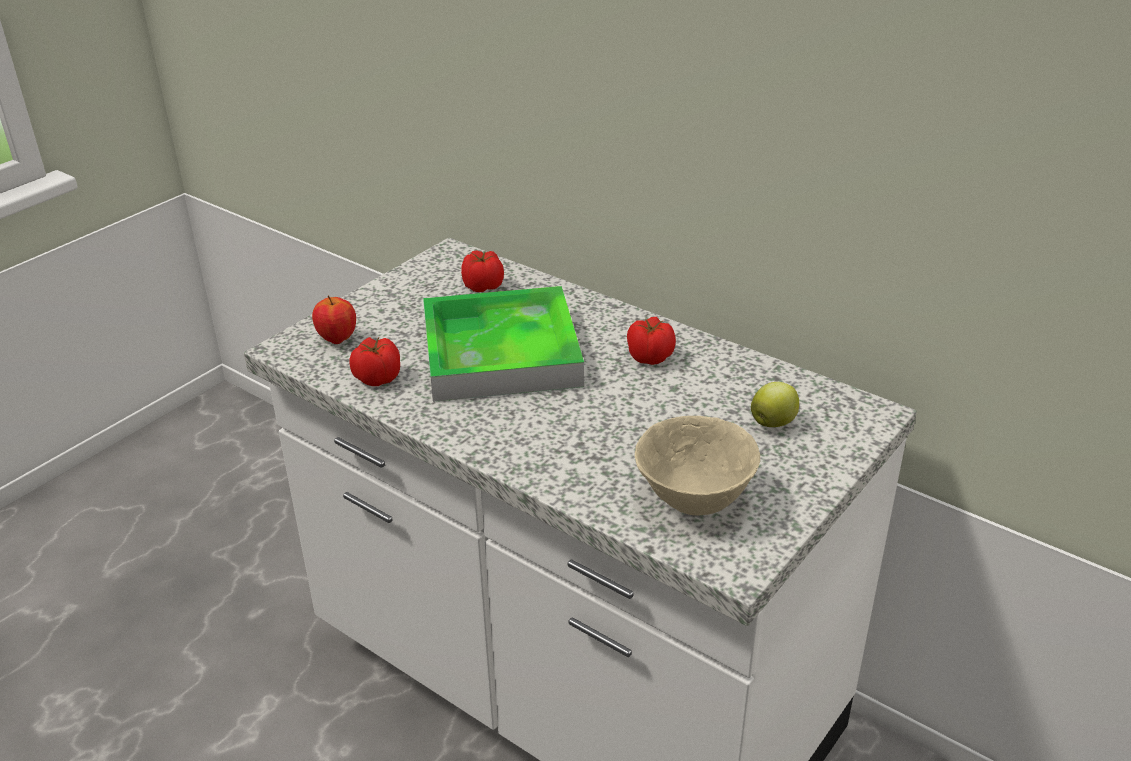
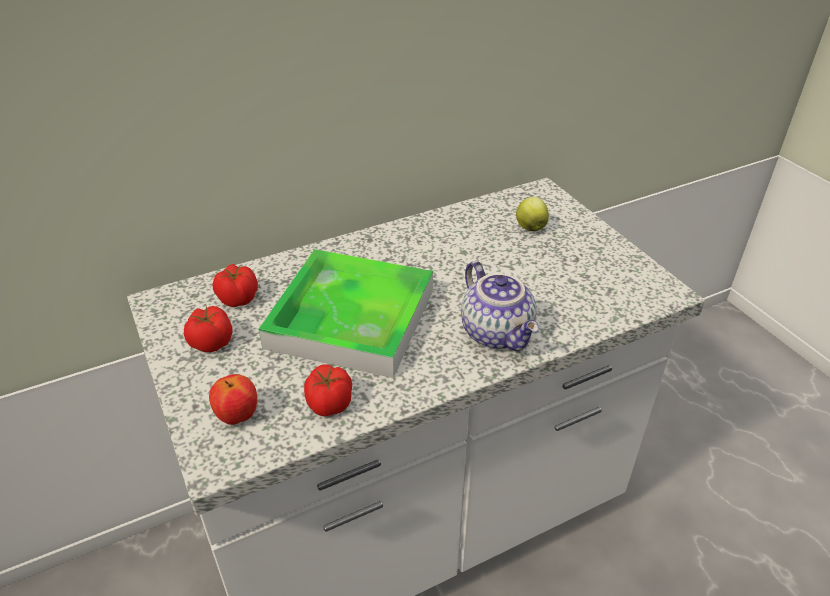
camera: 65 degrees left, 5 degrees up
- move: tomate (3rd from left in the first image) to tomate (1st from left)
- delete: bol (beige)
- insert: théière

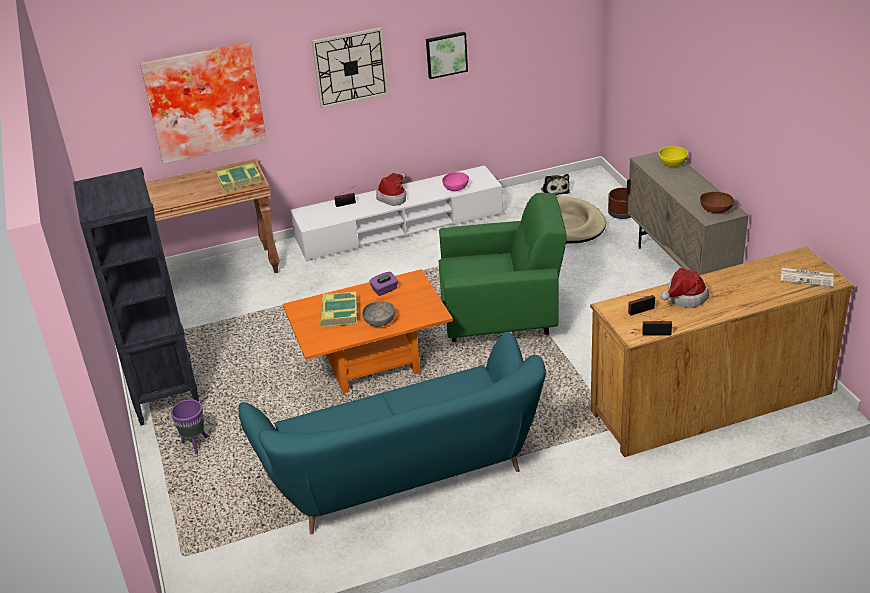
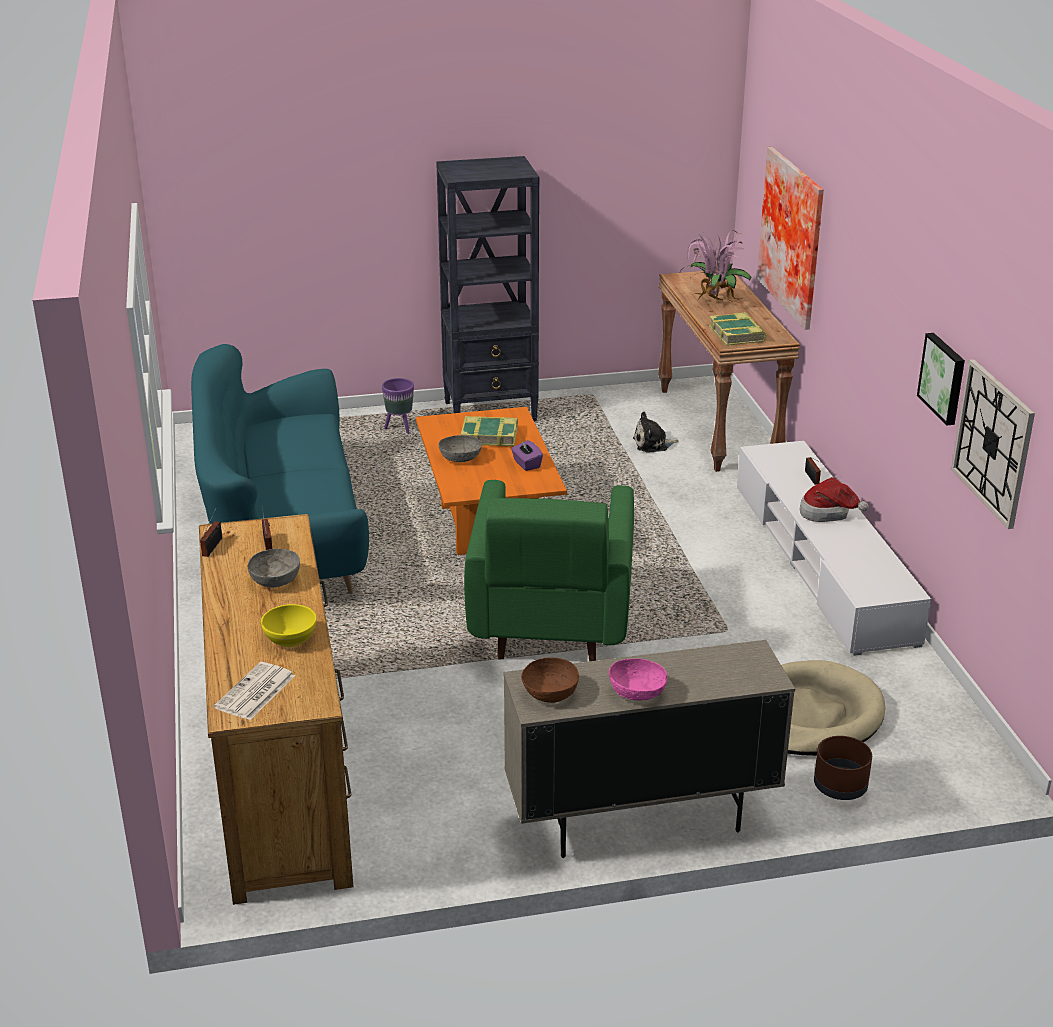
camera: 95 degrees right, 5 degrees down
- move: horloge murale
- move: bol (jaune)
- move: bol (rose)
- move: peluche
- replace: chapeau (2nd from left) to bol (gris) (1st from left)
- insert: plante en pot

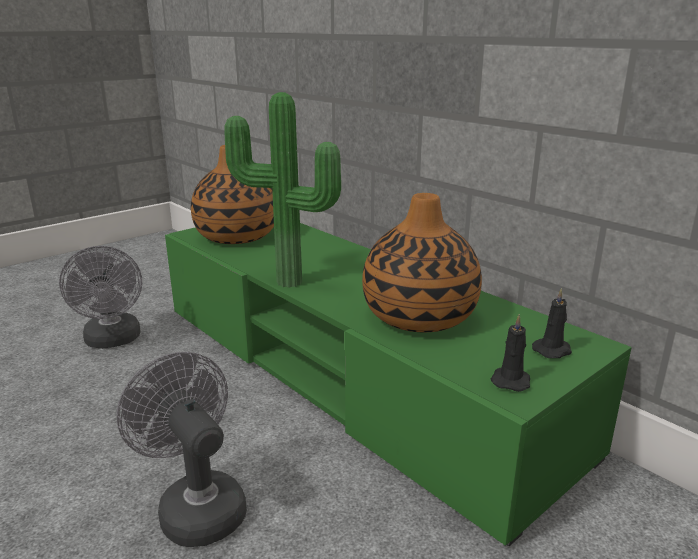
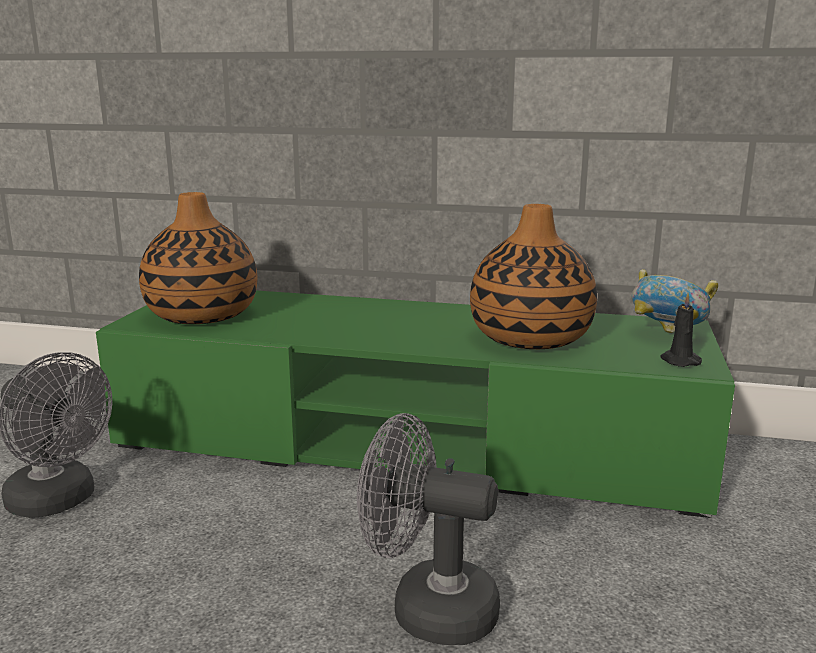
camera: 35 degrees left, 5 degrees down
- delete: plante en pot
- replace: bougie (noir) (2nd from left) to bol

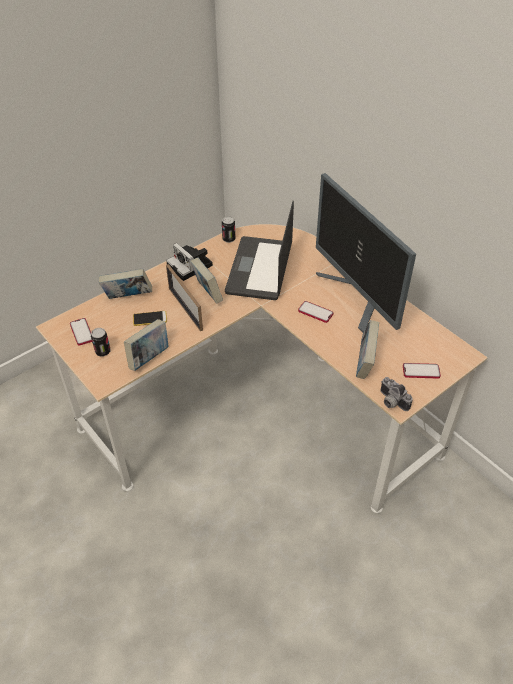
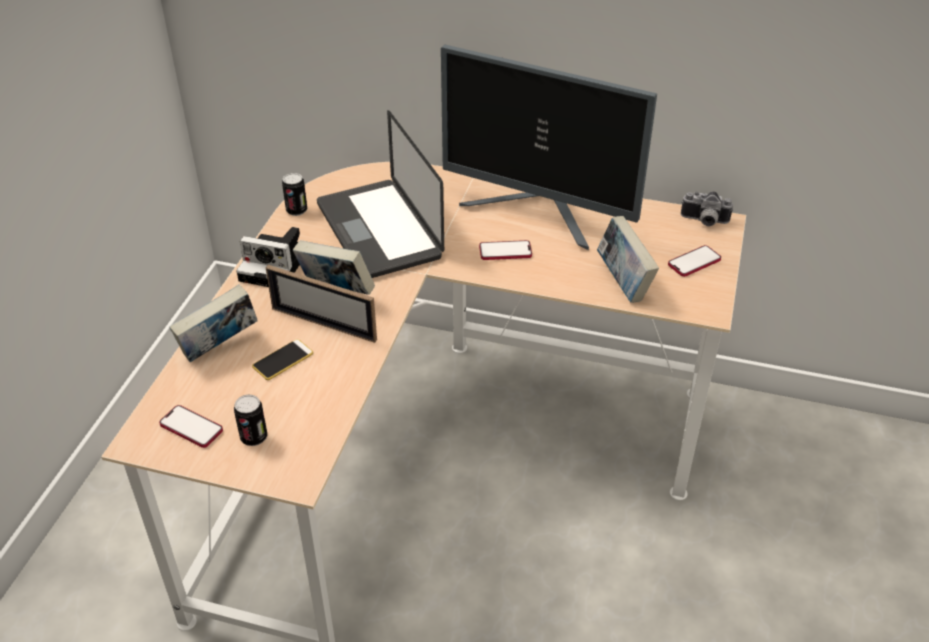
camera: 35 degrees left, 5 degrees down
- delete: livre (2nd from left)
- move: appareil photo (2nd from left)

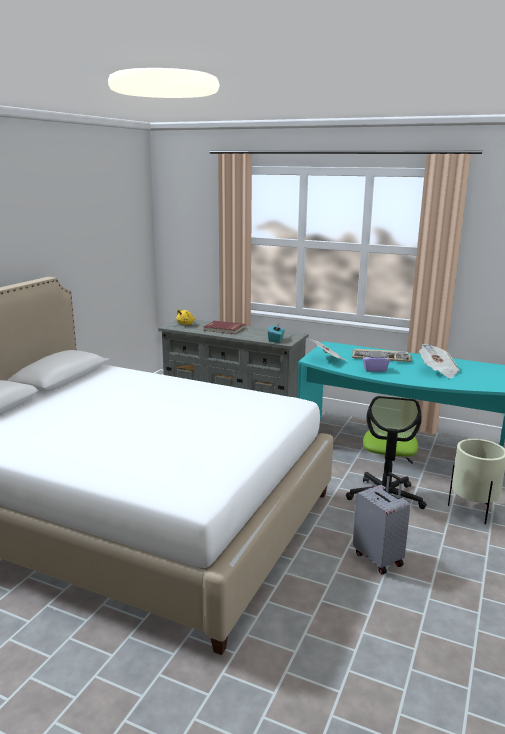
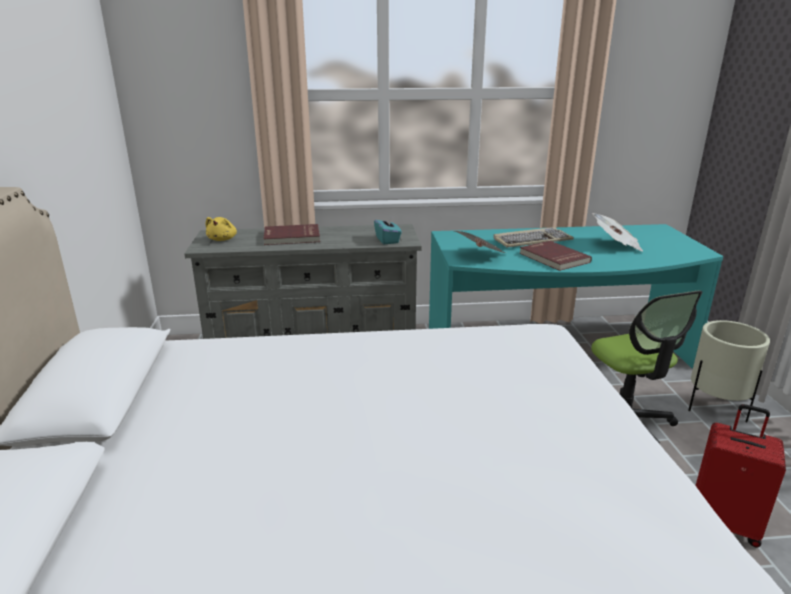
camera: 30 degrees left, 5 degrees up
- replace: boîte à mouchoirs (violet) to livre (rouge) (2nd from left)
- recolor: valise (gris) to valise (rouge)

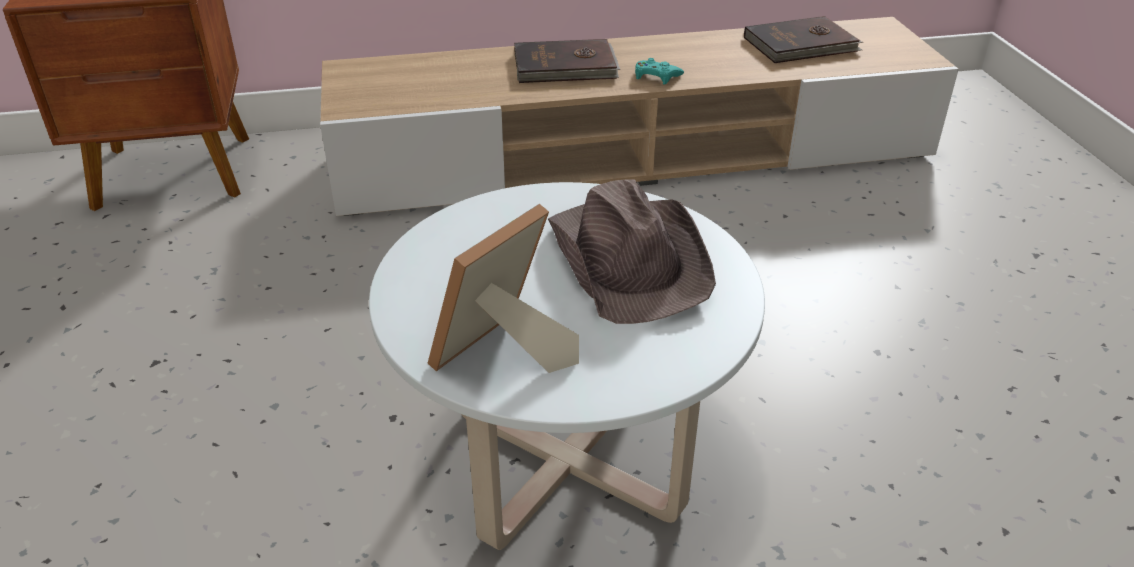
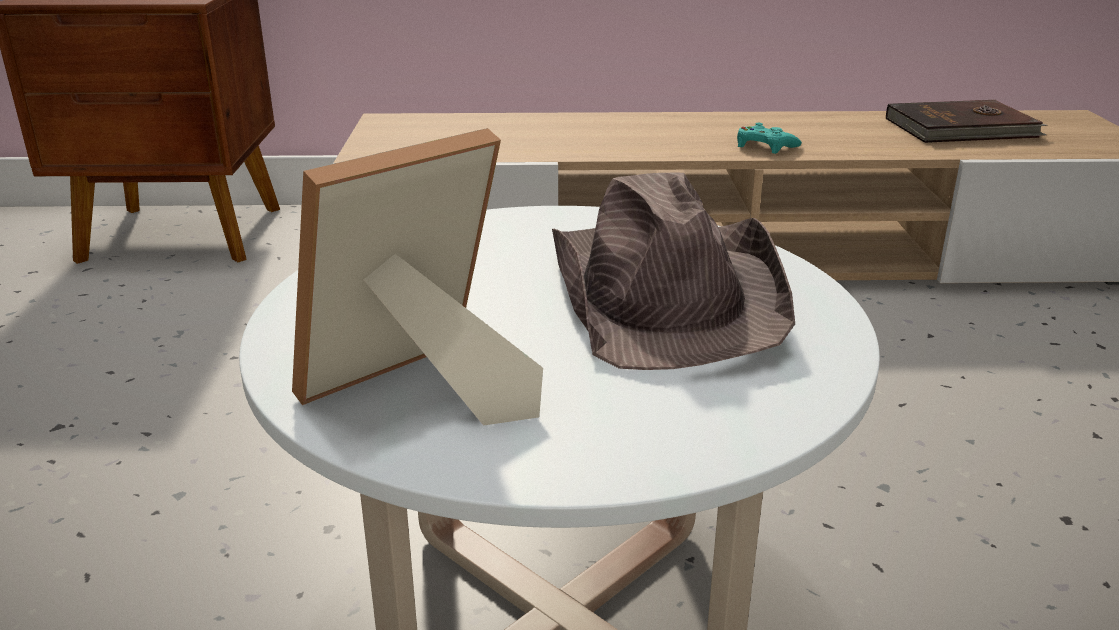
camera: 10 degrees right, 10 degrees down
- delete: livre (marron) (1st from left)

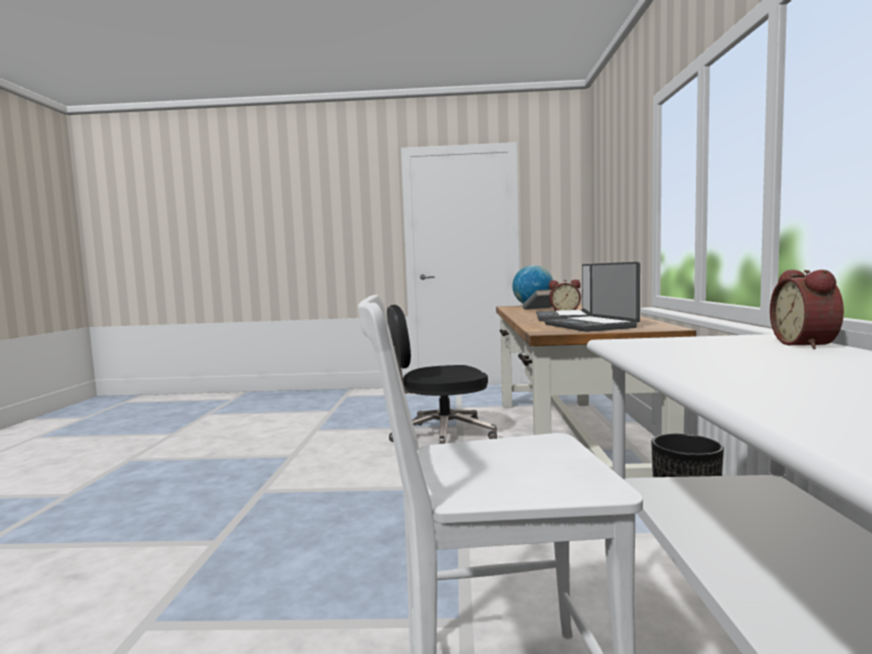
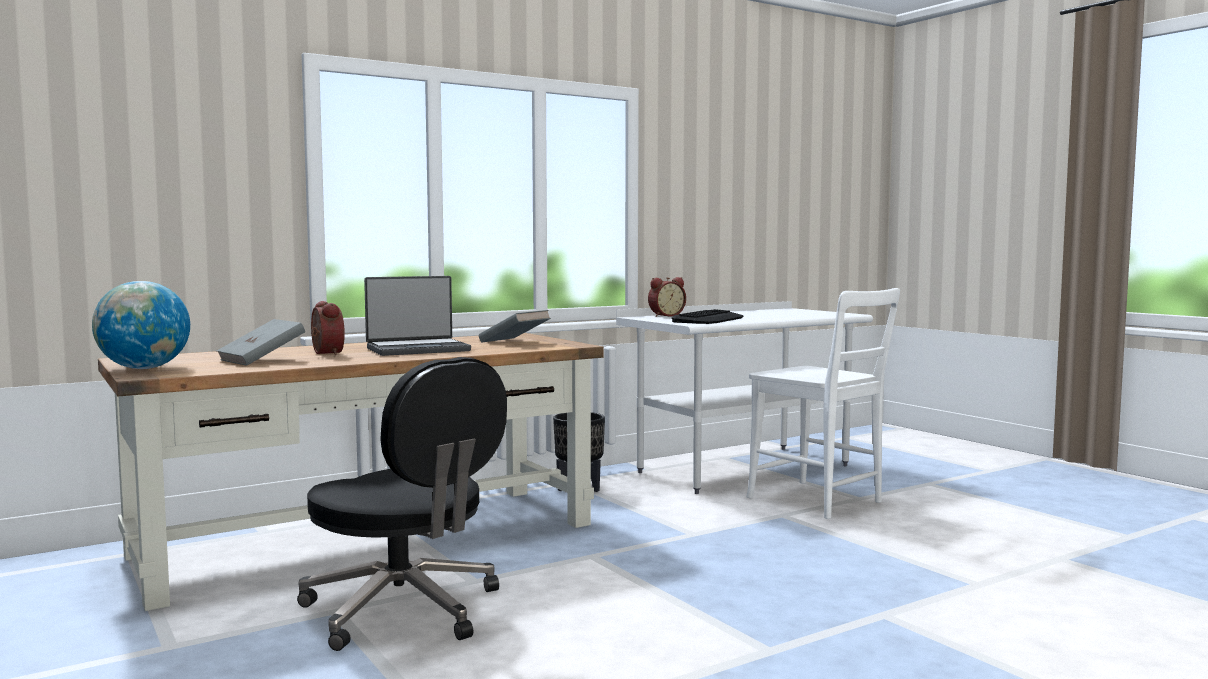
camera: 125 degrees left, 0 degrees up
- replace: ordinateur portable (2nd from left) to livre (gris) (2nd from left)
- insert: clavier

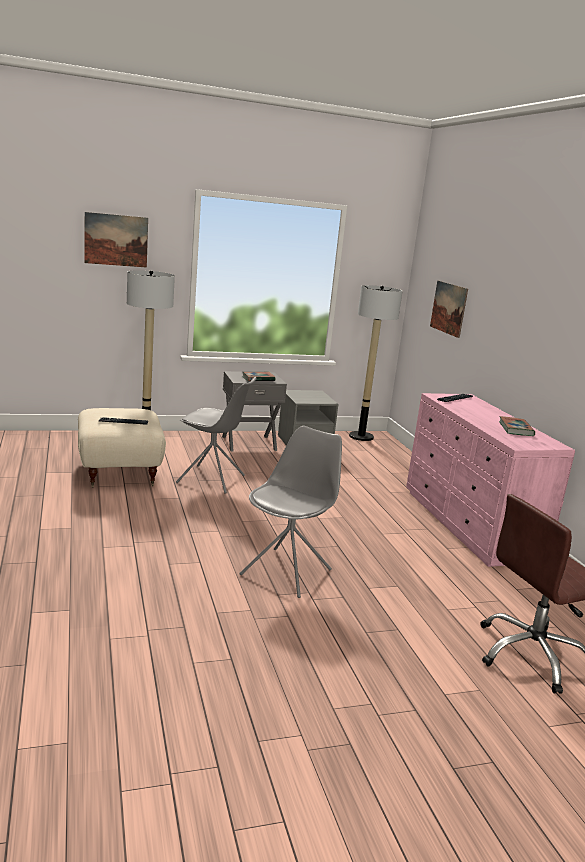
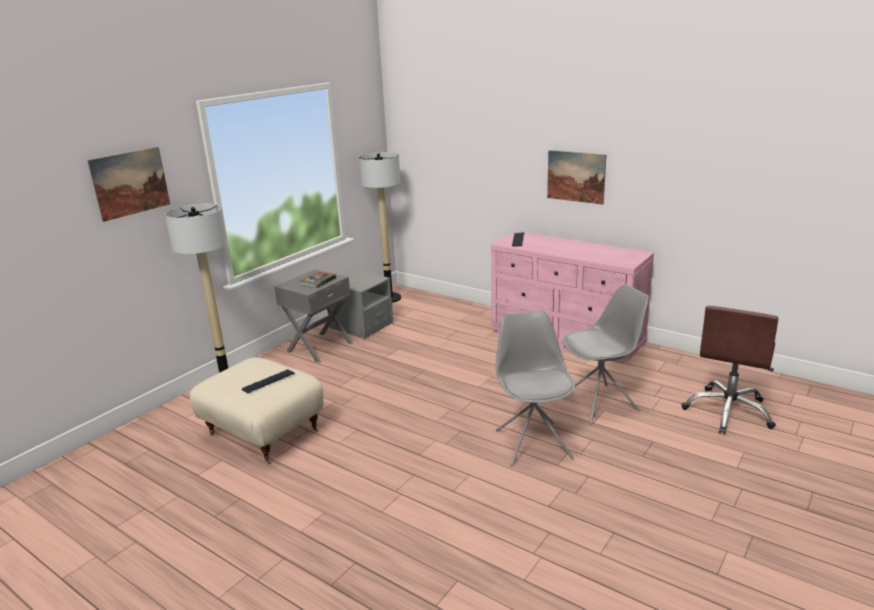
camera: 35 degrees left, 5 degrees up
- move: tableau (2nd from left)
- move: chaise (gris) (1st from left in the first image) to chaise (gris) (2nd from left)
- delete: livre (2nd from left)

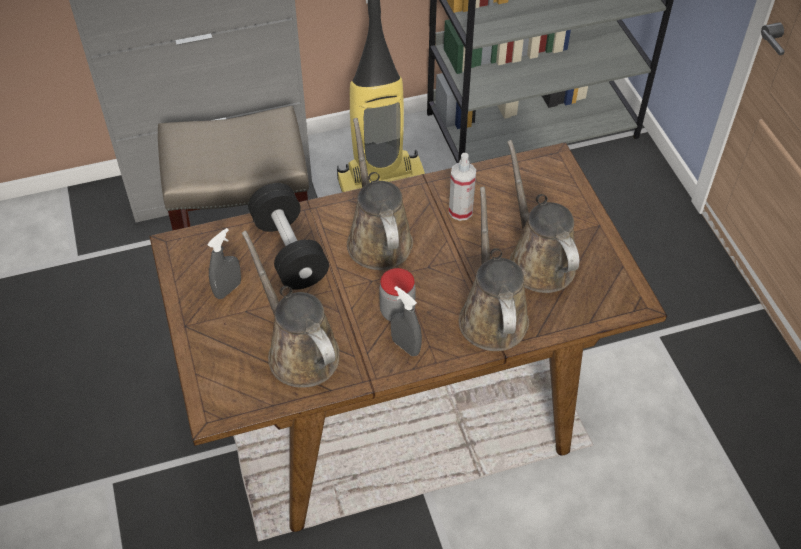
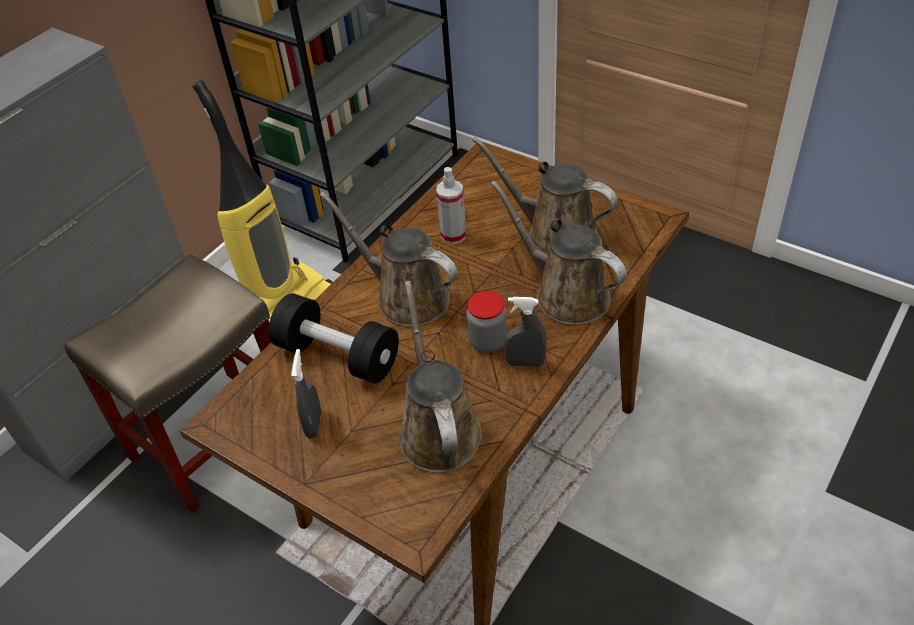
camera: 35 degrees left, 5 degrees down
- rotate: arrosoir (marron) (1st from left in the first image) 60 degrees clockwise

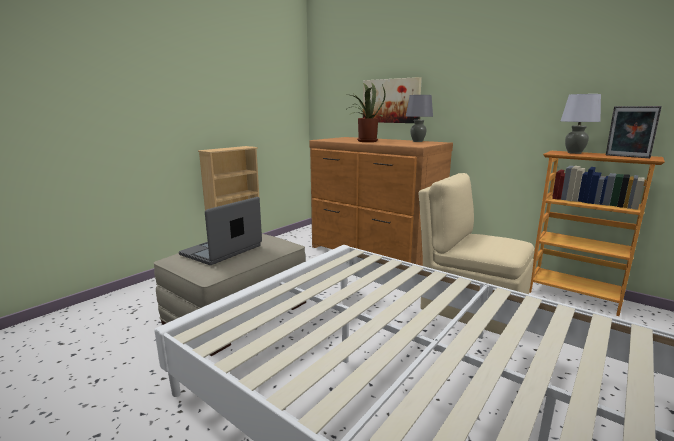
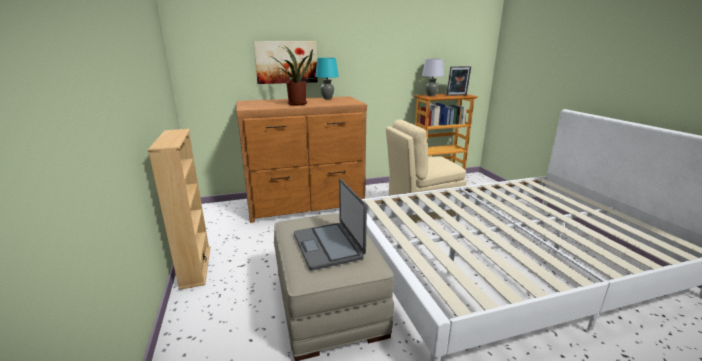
camera: 55 degrees left, 5 degrees up
- recolor: lampe de table (gris) (1st from left) to lampe de table (turquoise)

